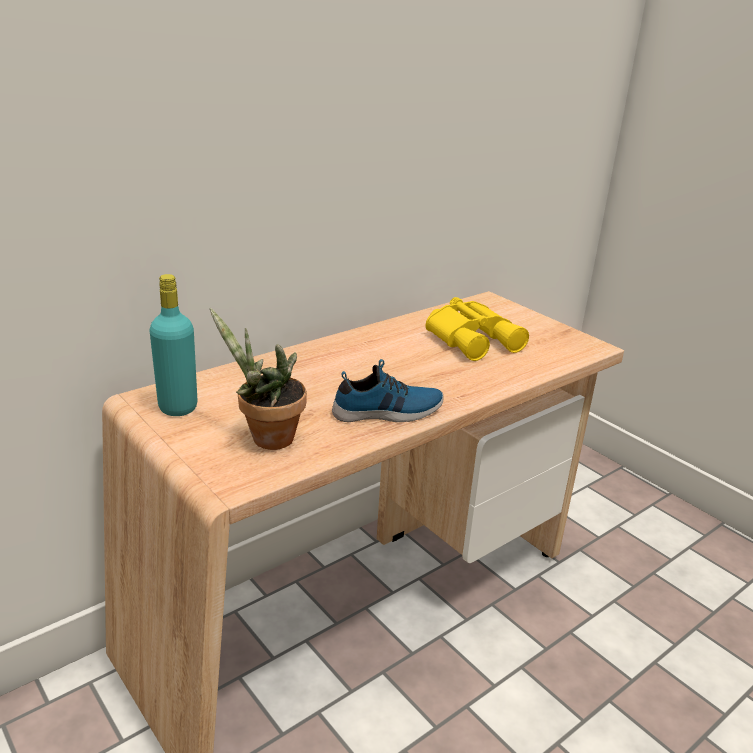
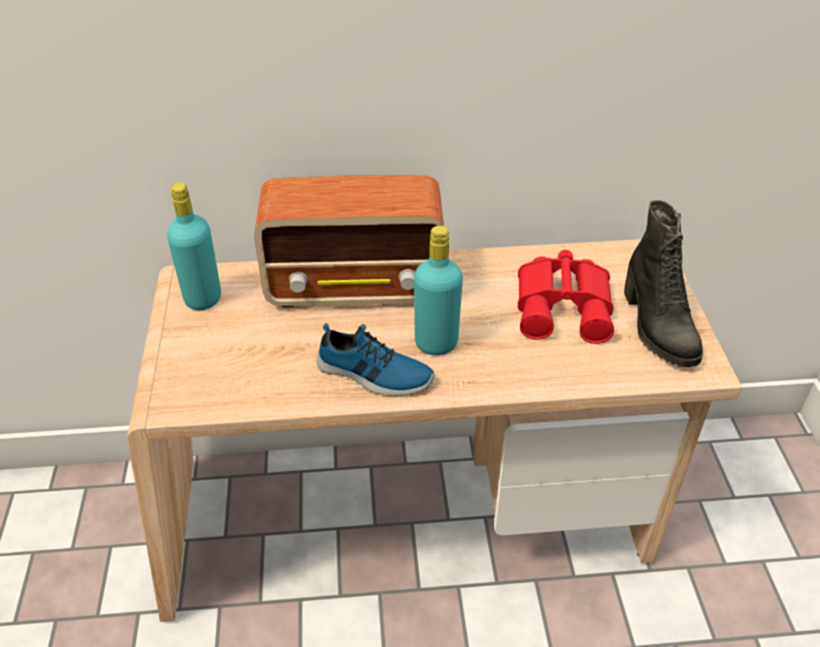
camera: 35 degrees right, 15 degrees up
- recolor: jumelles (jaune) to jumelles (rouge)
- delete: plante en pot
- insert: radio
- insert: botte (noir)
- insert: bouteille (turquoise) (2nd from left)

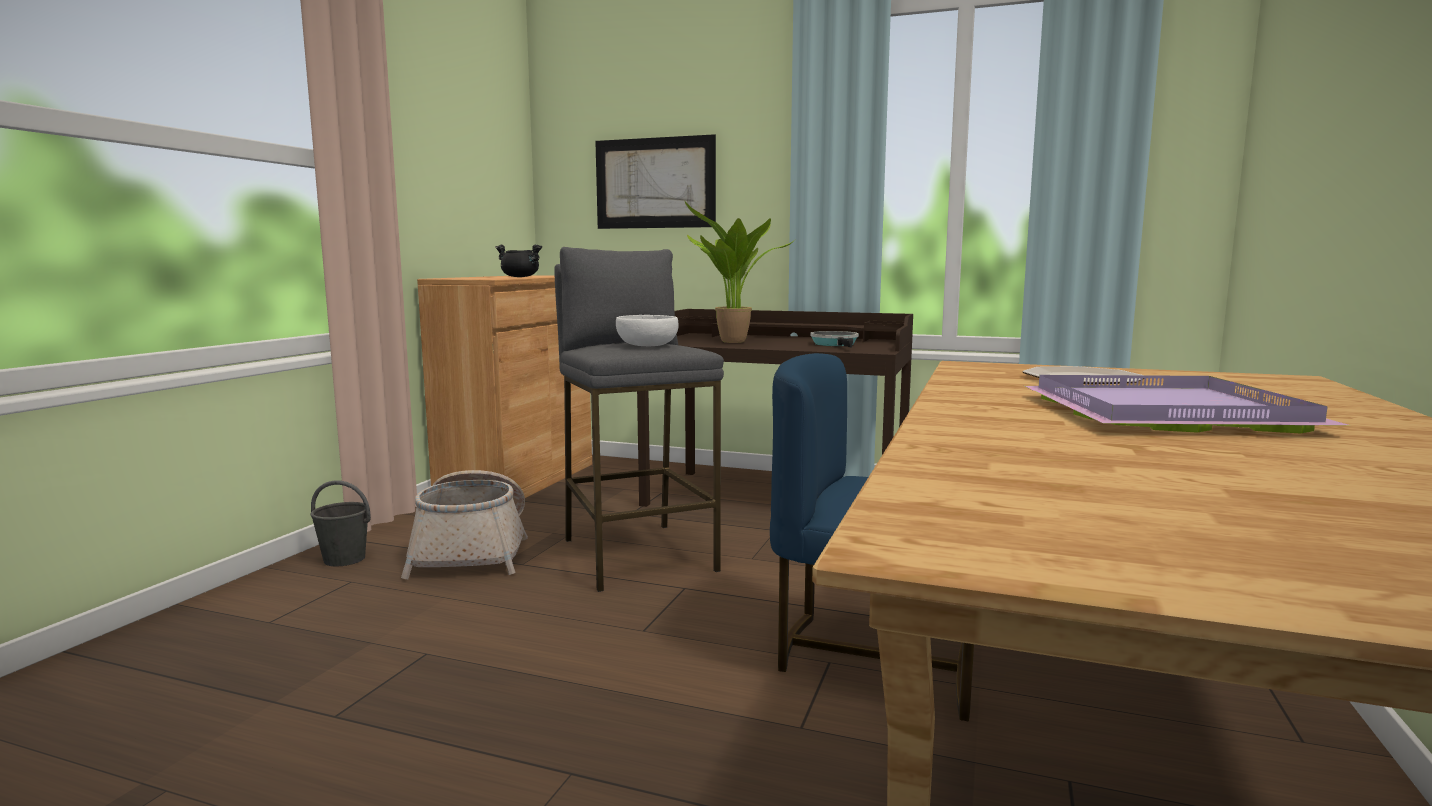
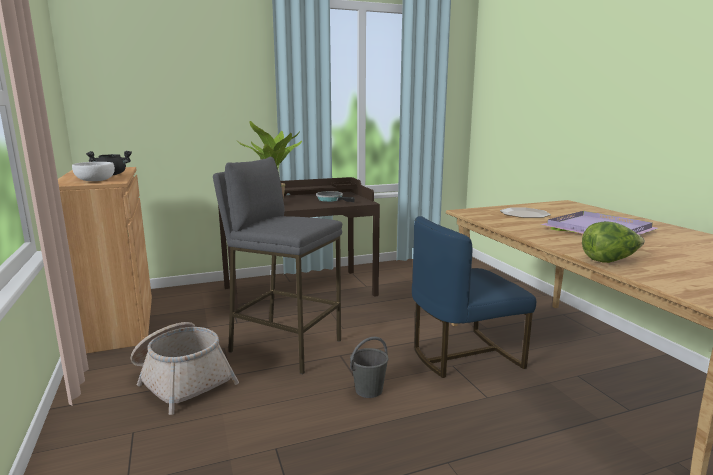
camera: 40 degrees left, 5 degrees up
- delete: tableau
- move: bol (blanc)
- move: seau (gris)
- insert: laitue

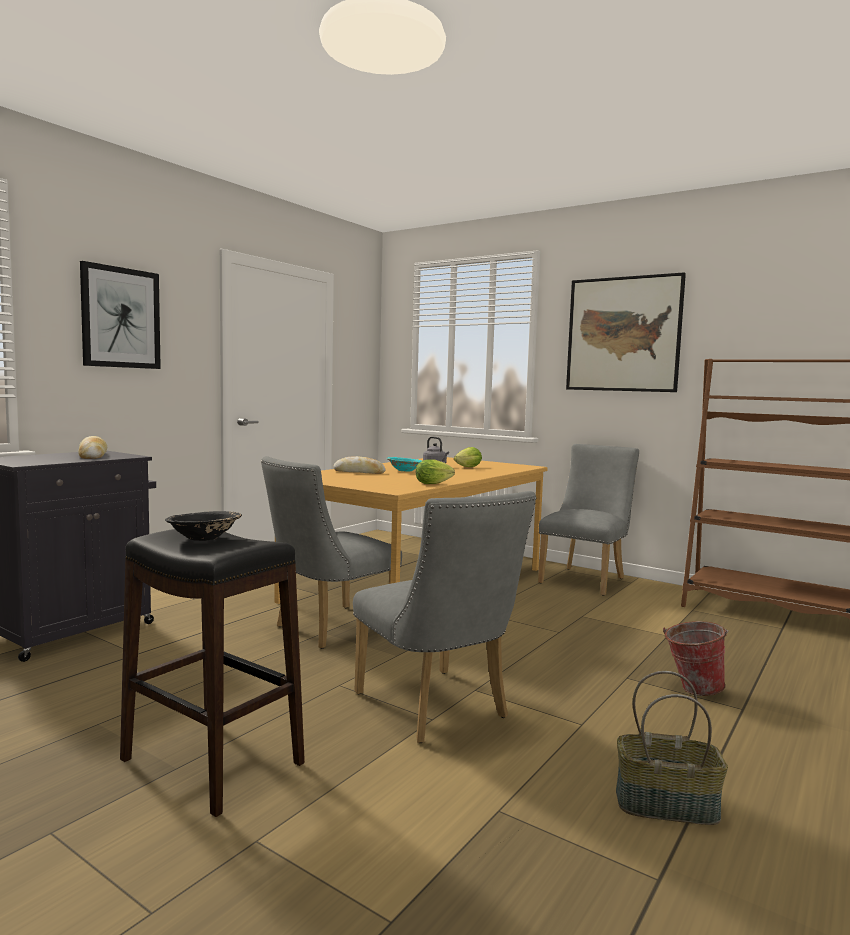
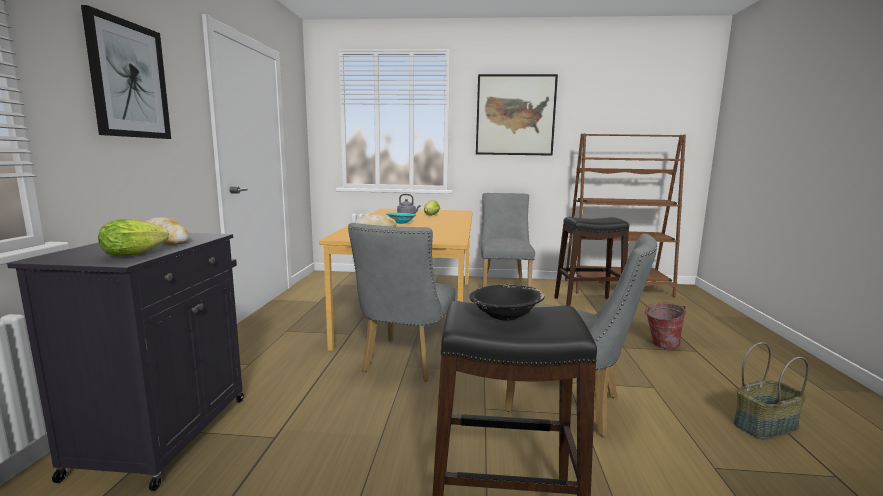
camera: 30 degrees left, 5 degrees up
- move: laitue (1st from left)
- insert: tabouret (noir) (2nd from left)

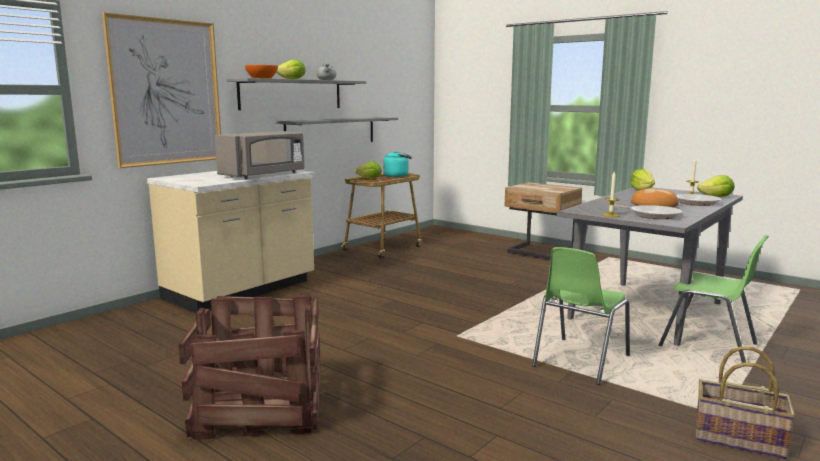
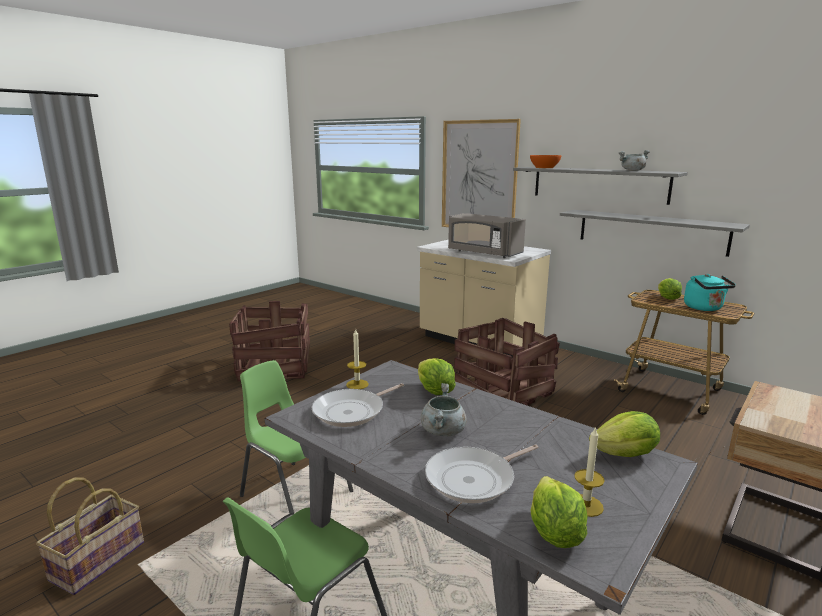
camera: 90 degrees right, 5 degrees up
- move: laitue (1st from left)
- replace: pain to marmite (gris) (1st from left)
- insert: caisse (2nd from left)

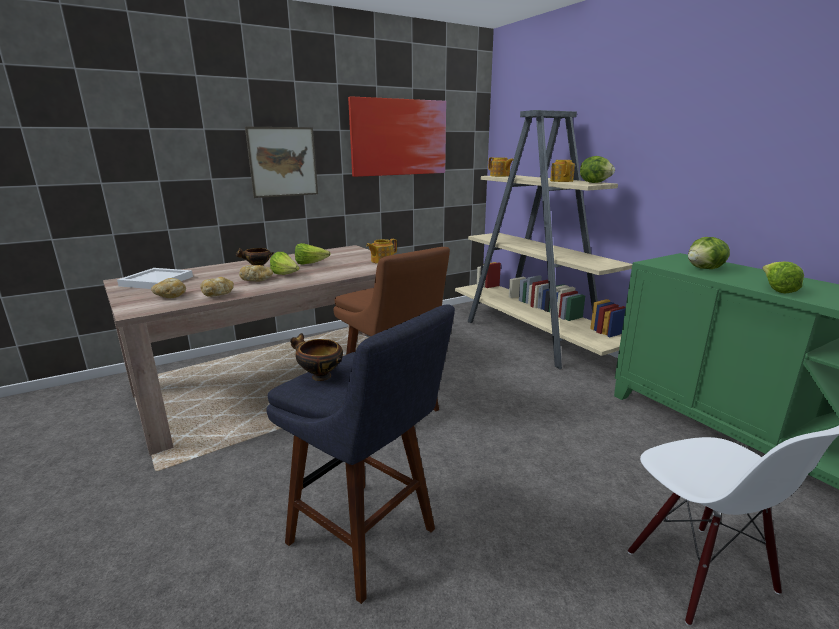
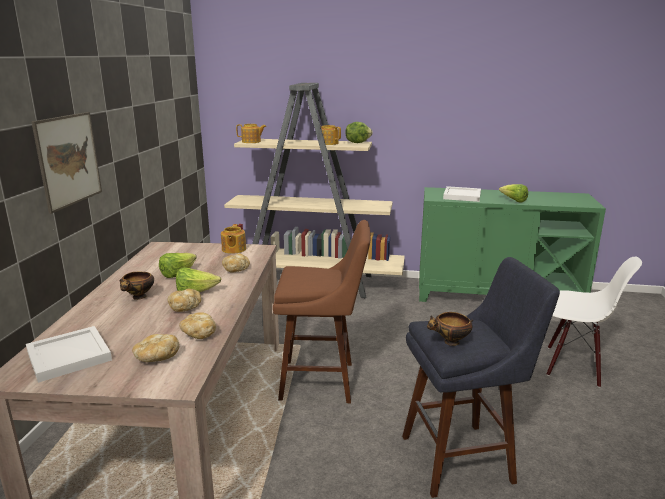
camera: 50 degrees left, 0 degrees up
- delete: tableau (2nd from left)
- replace: laitue (4th from left) to plateau (blanc) (2nd from left)
- insert: pain (4th from left)

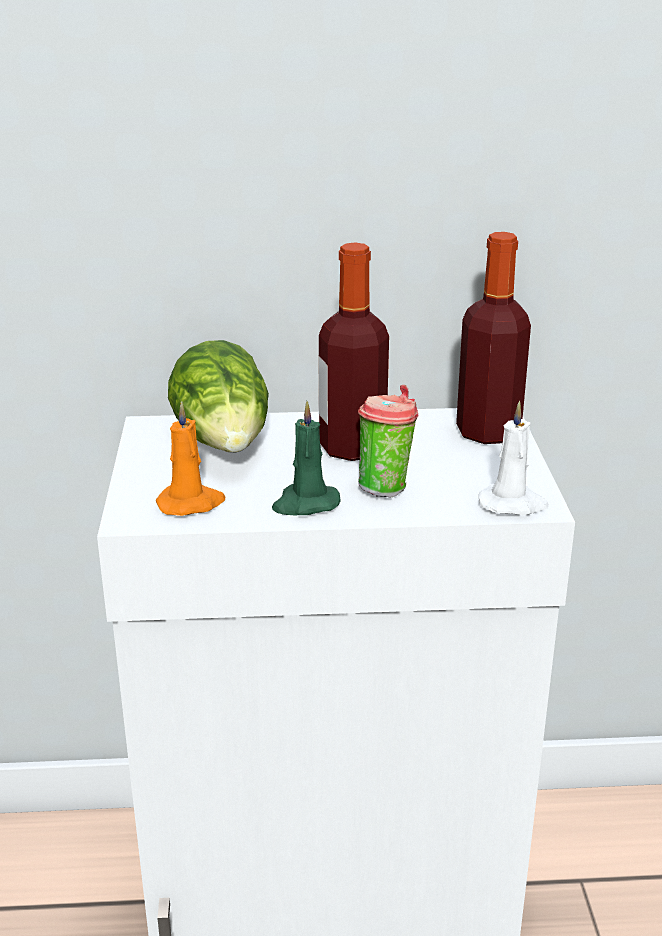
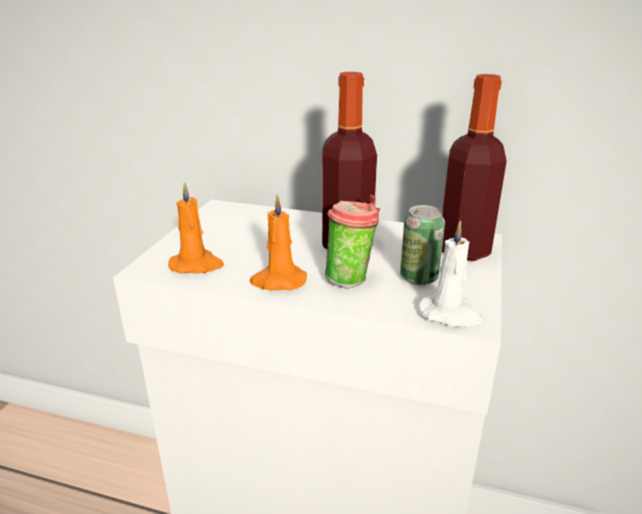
camera: 20 degrees right, 0 degrees up
- delete: laitue
- recolor: bougie (vert) to bougie (orange) (2nd from left)
- insert: boîte métallique

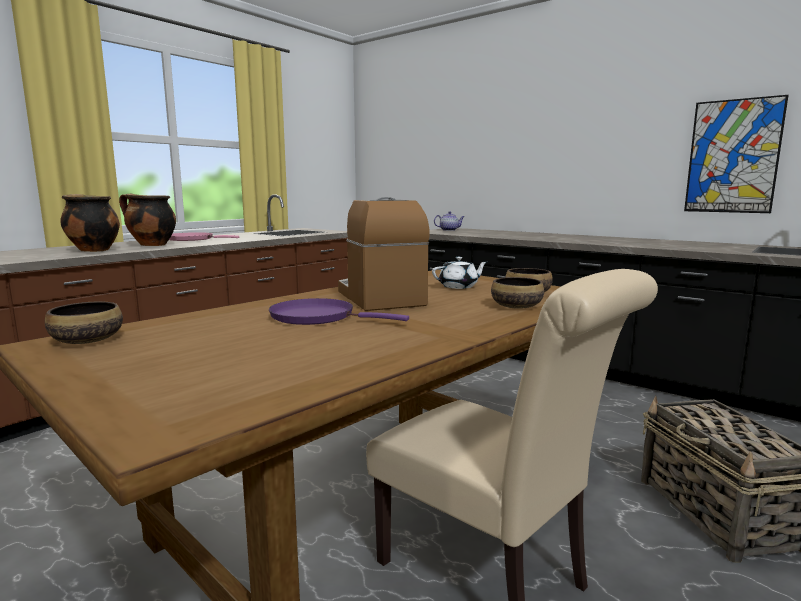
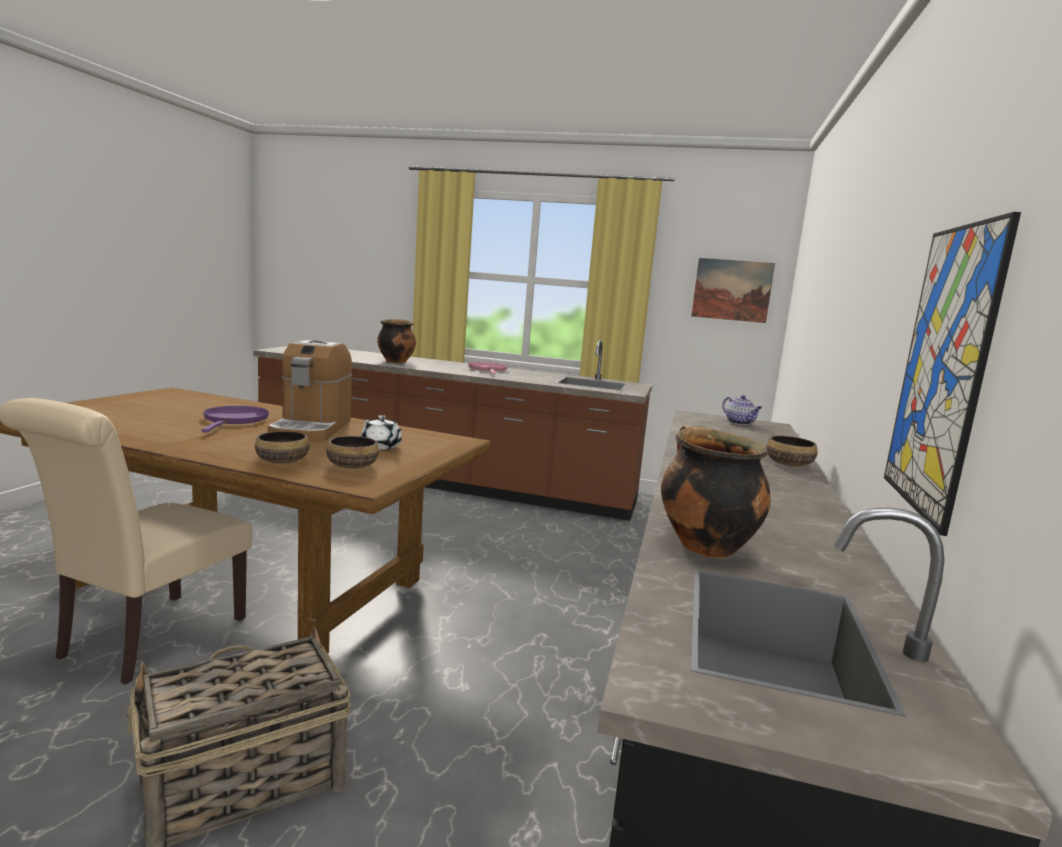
camera: 65 degrees right, 0 degrees up
- move: marmite (2nd from left)
- rotate: machine à café 135 degrees clockwise
- move: bol (1st from left in the first image) to bol (3rd from left)
- insert: tableau (1st from left)

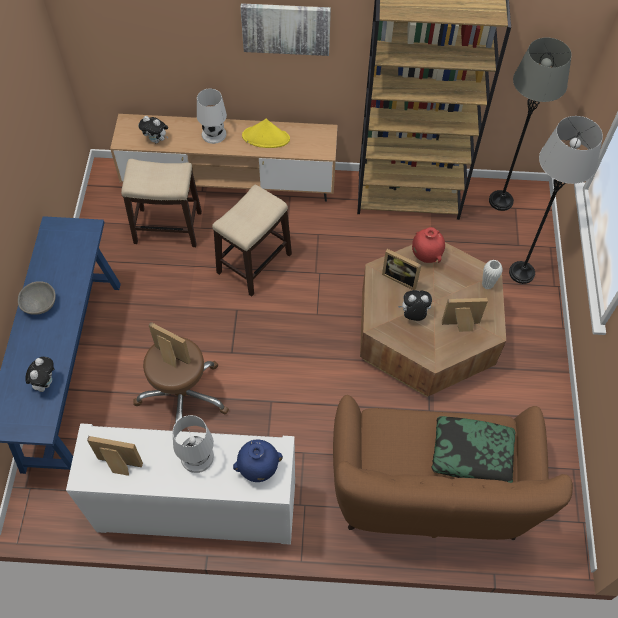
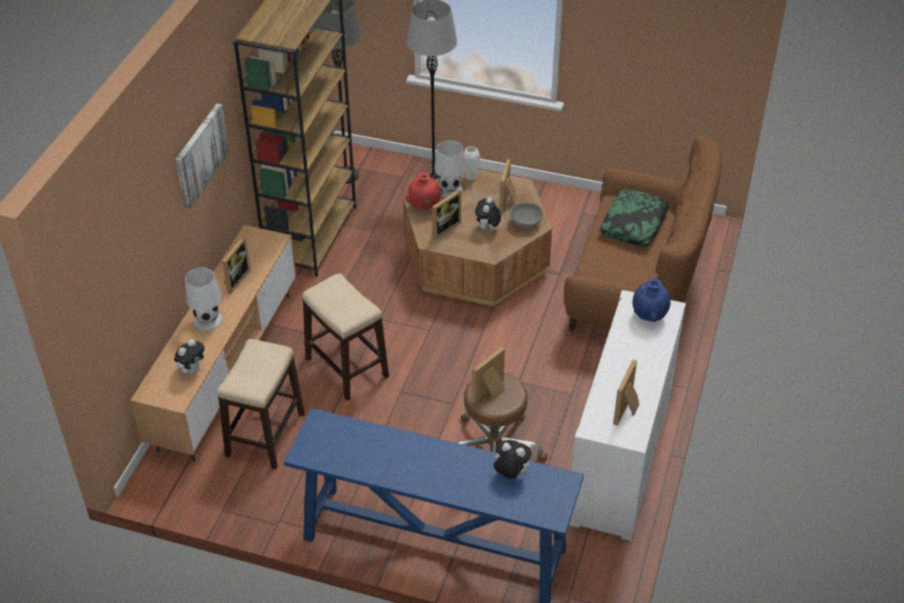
camera: 75 degrees left, 15 degrees down
- replace: chapeau (jaune) to cadre photo (1st from left)
- move: bol (gris)
- move: lampe de table (blanc) (1st from left in the first image) to lampe de table (blanc) (2nd from left)

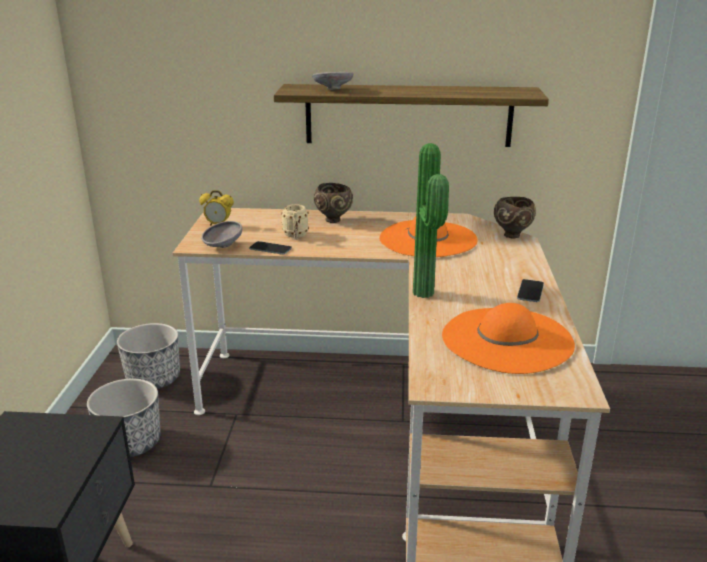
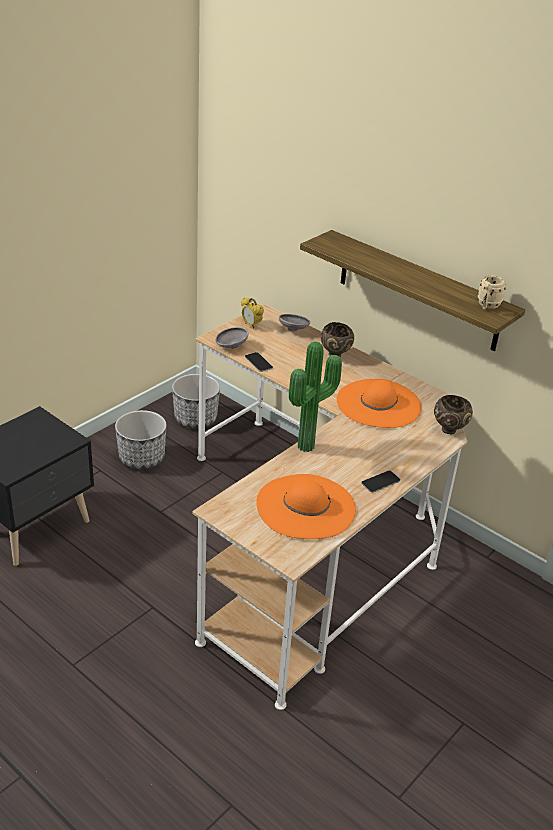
camera: 35 degrees right, 10 degrees up
- move: bol (gris) (2nd from left)
- move: mug (beige)

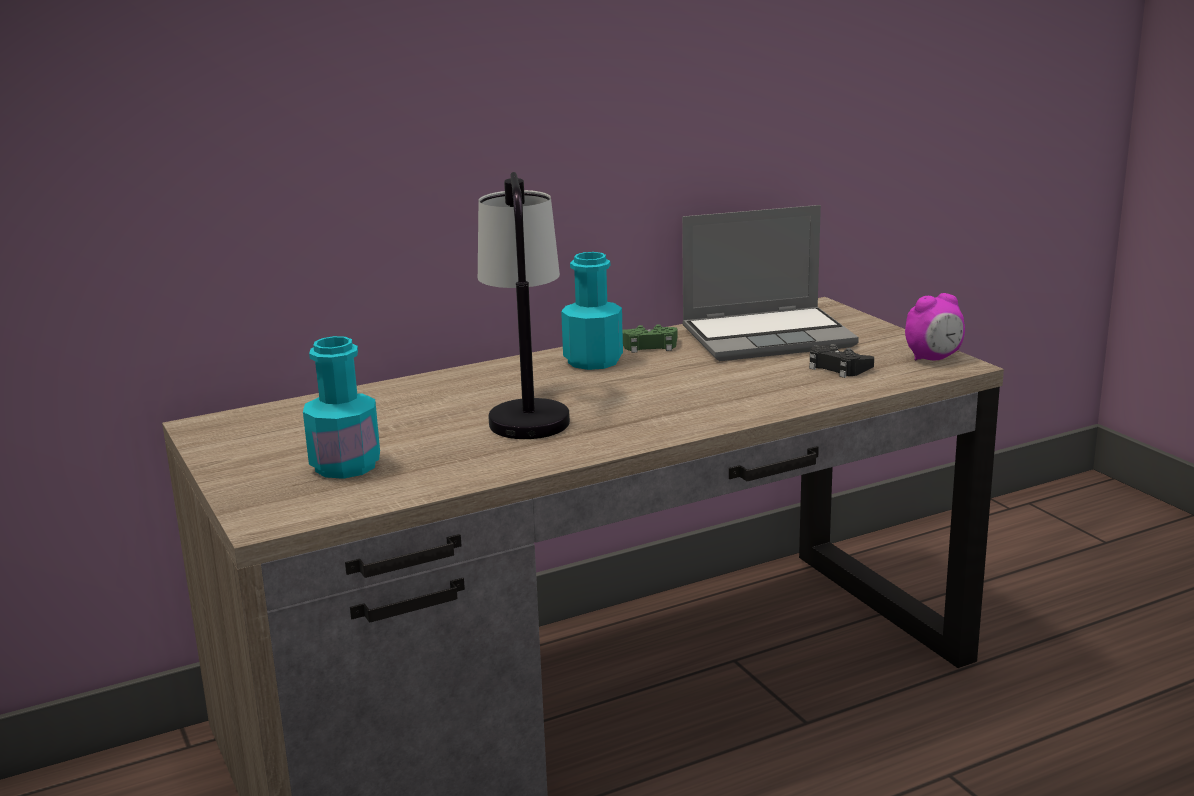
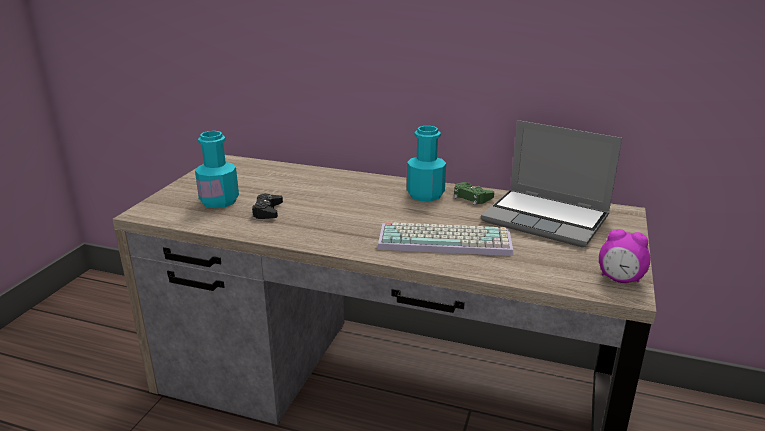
camera: 45 degrees right, 5 degrees up
- delete: lampe de table
- move: manette (noir)
- insert: clavier

